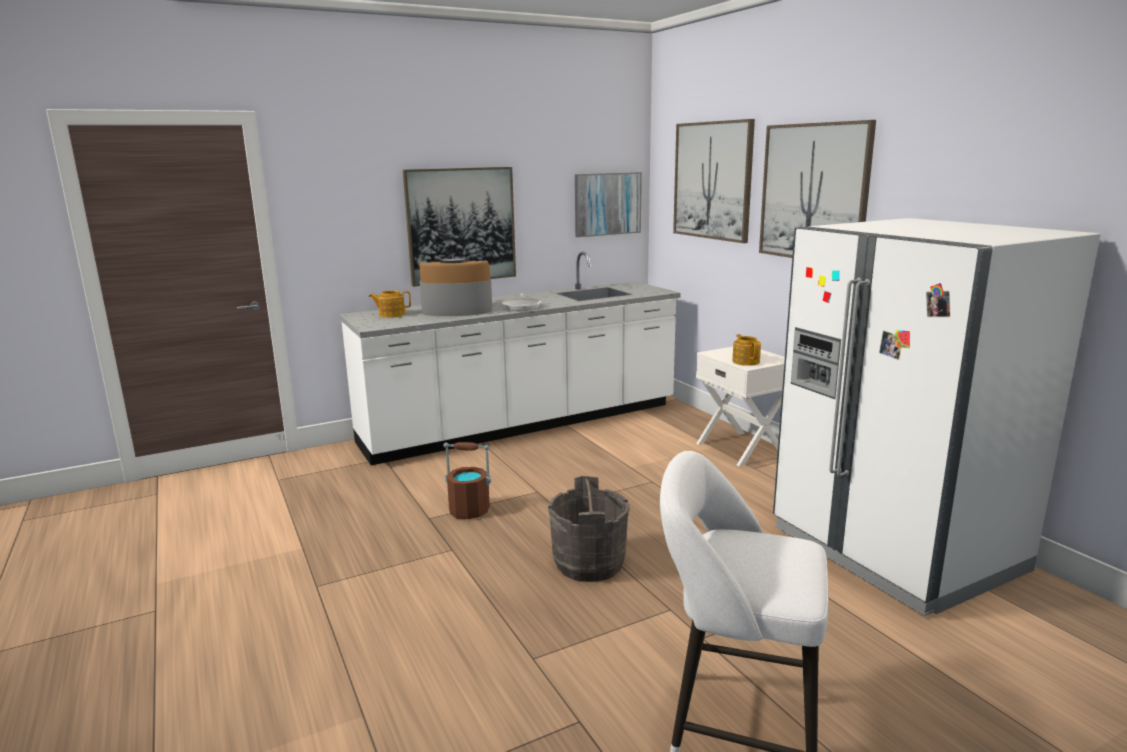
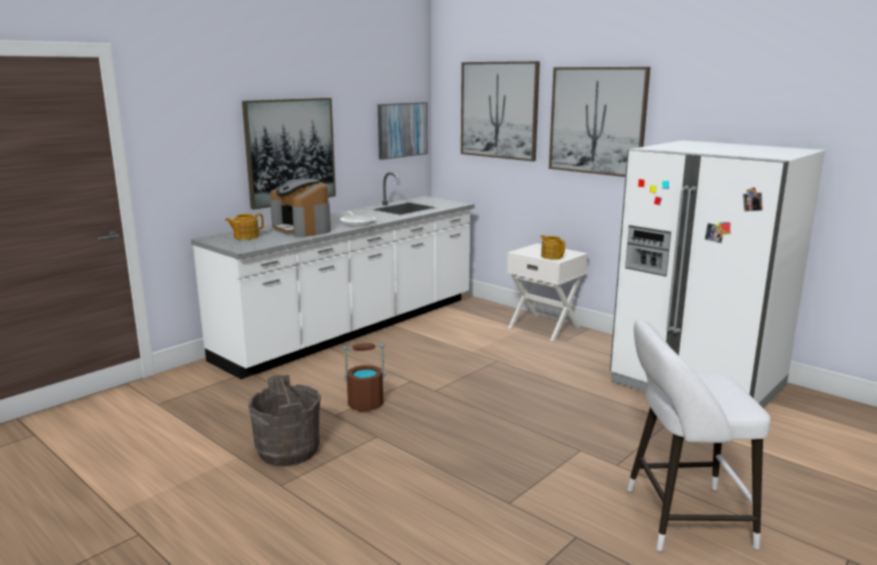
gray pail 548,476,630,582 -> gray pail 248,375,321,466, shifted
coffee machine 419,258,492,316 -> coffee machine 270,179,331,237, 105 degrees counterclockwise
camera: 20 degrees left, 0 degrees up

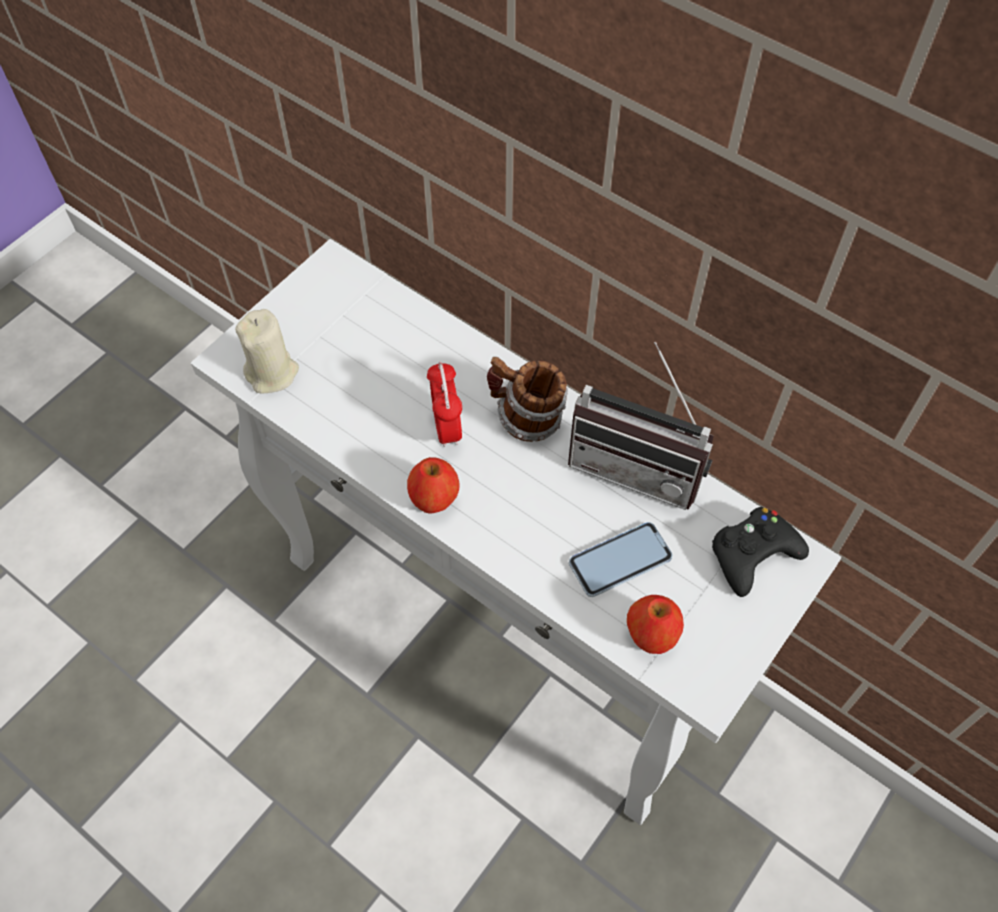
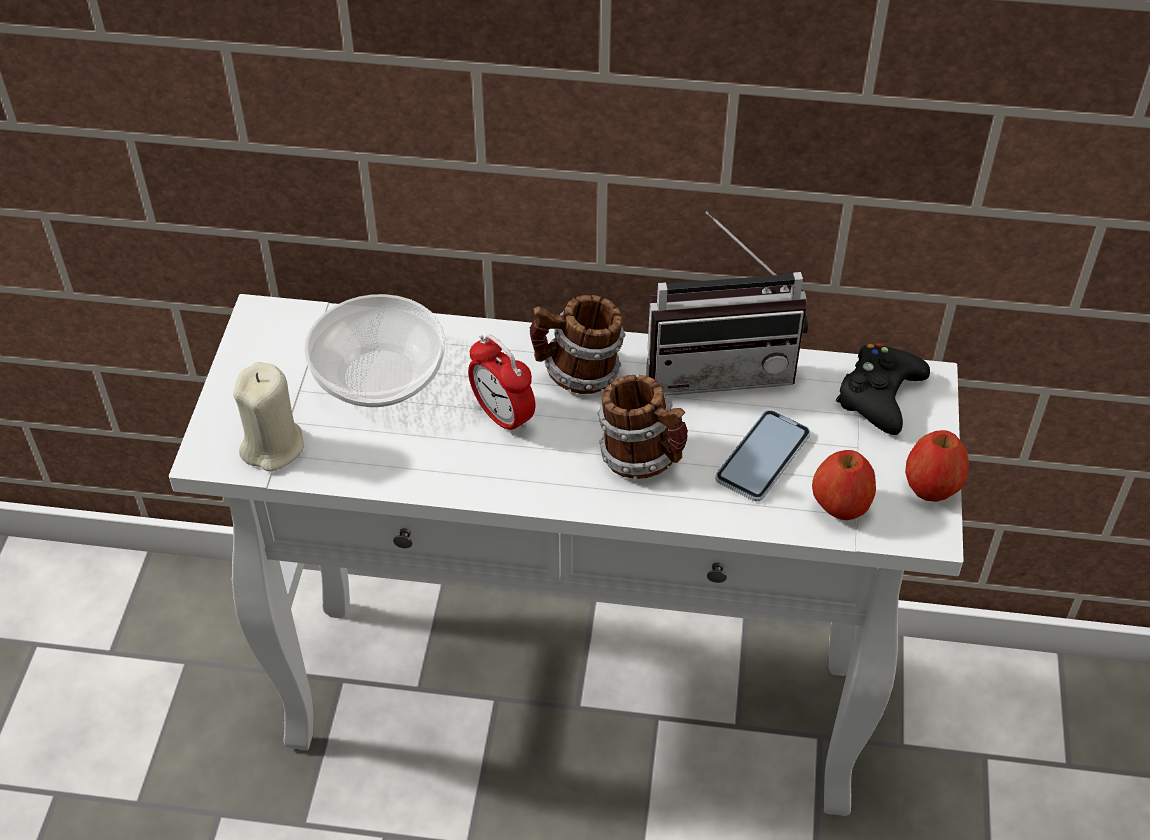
none -> bowl 304,294,445,407
none -> tea mug 597,375,688,479
apple fruit 407,457,459,514 -> apple fruit 905,430,969,502, shifted
camera: 30 degrees left, 10 degrees down

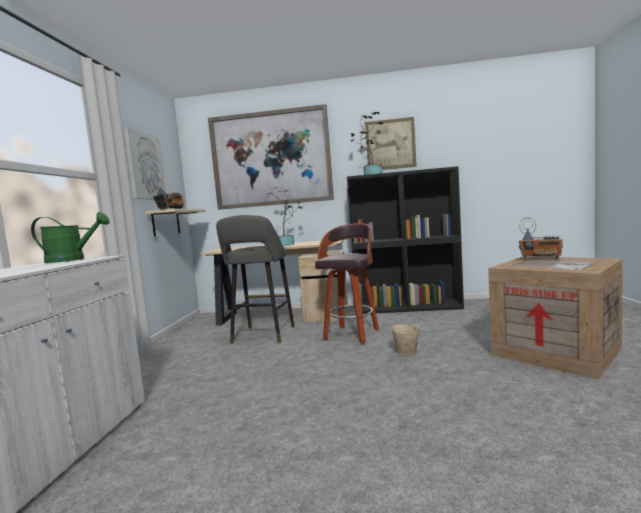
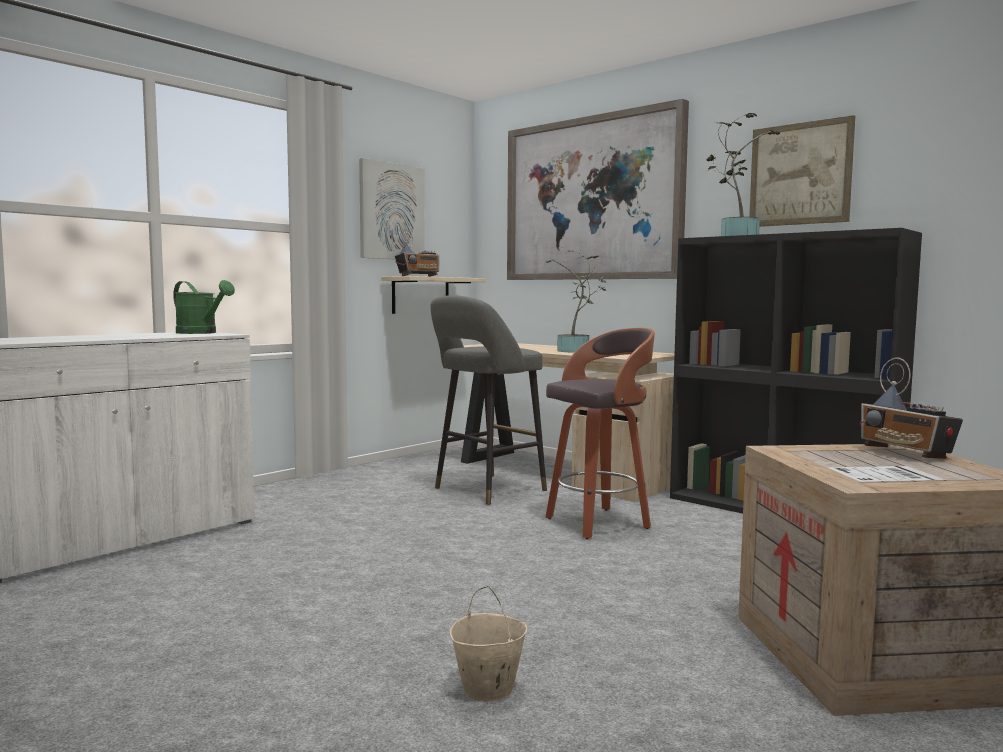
beige-coloured pail 391,312,419,355 -> beige-coloured pail 450,586,527,702, shifted
camera: 35 degrees right, 0 degrees up

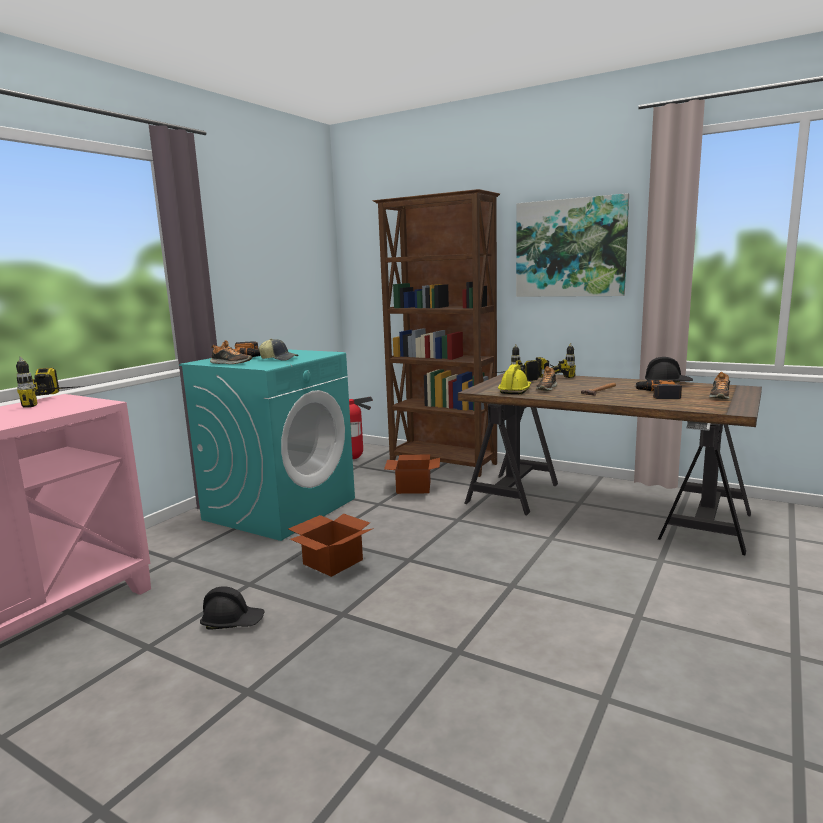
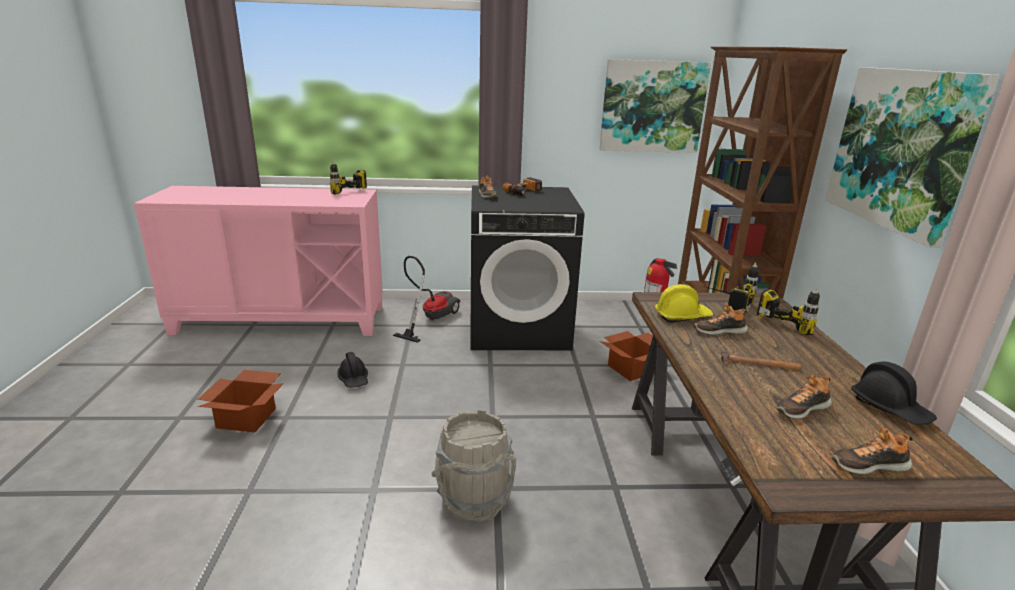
cardboard box 288,514,374,577 -> cardboard box 198,370,284,433, shifted
none -> hoover 393,256,460,343
none -> gray pail 431,409,516,522
blue-green washing machine 179,349,355,541 -> black washing machine 470,186,585,350
none -> wall picture 599,59,711,153
power drill 634,380,682,399 -> shoe 776,375,832,419
peaked cap 259,339,299,361 -> none
camera: 55 degrees right, 10 degrees up

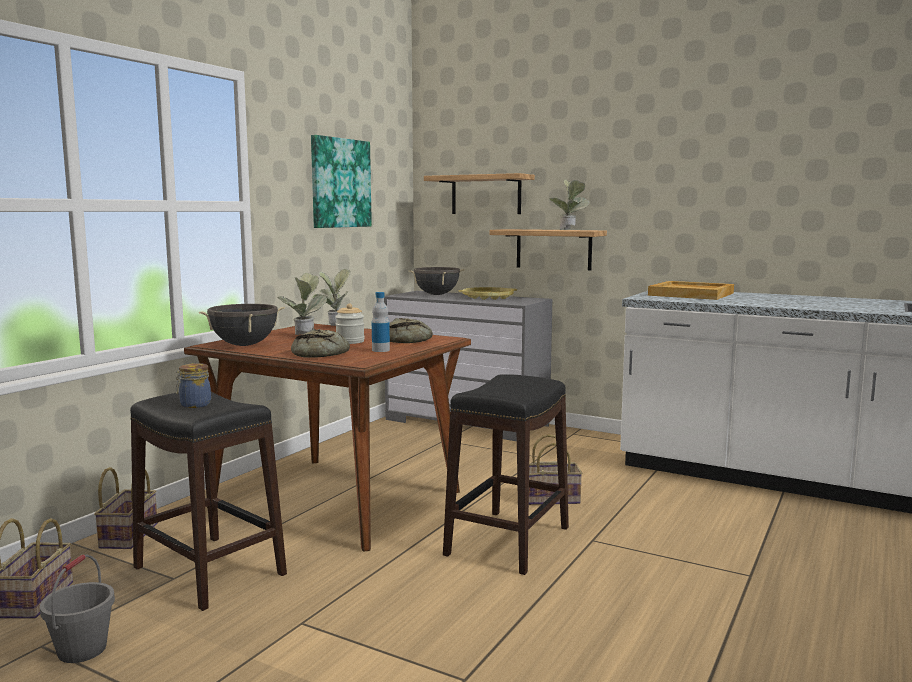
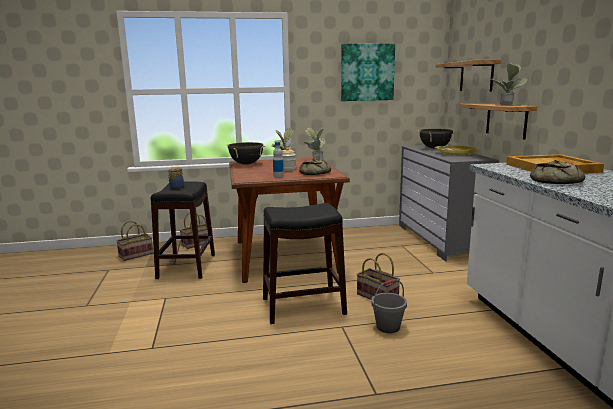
gray pail 40,555,115,663 -> gray pail 371,279,407,333, shifted
bread 291,329,350,358 -> bread 530,160,585,184, shifted
camera: 50 degrees right, 5 degrees up

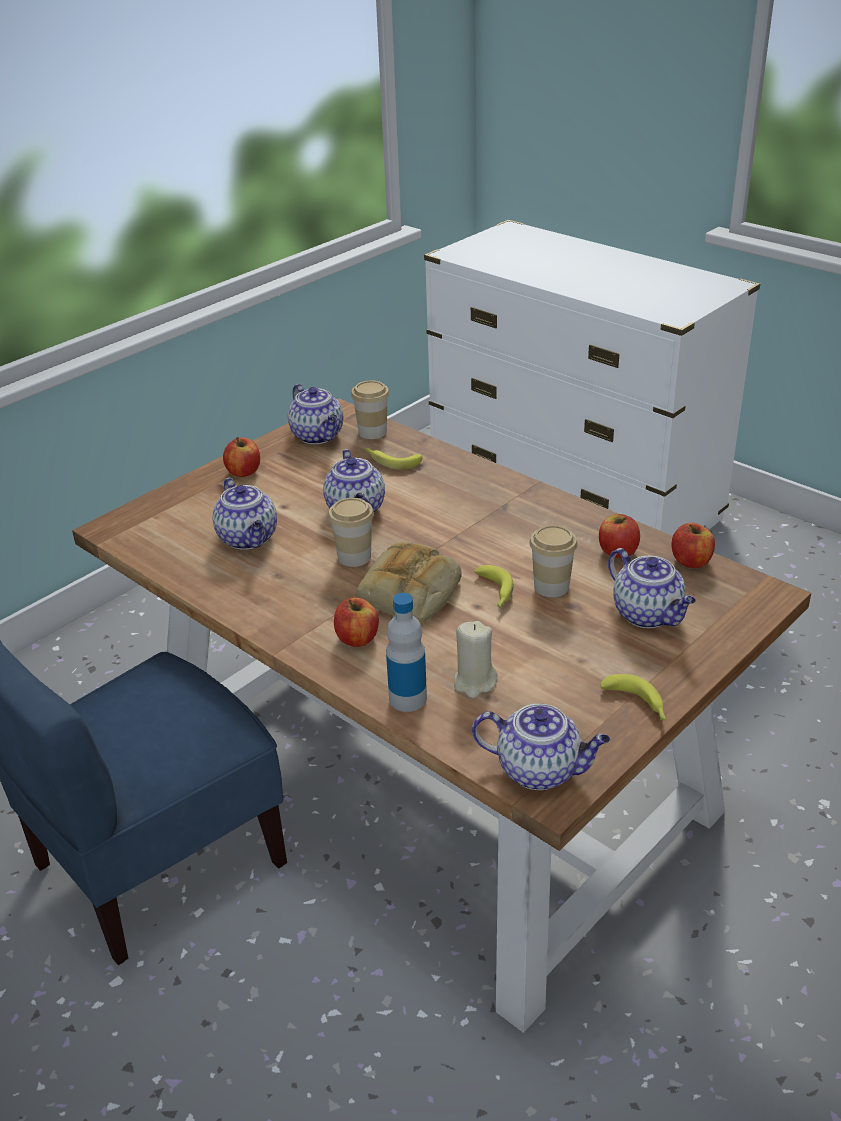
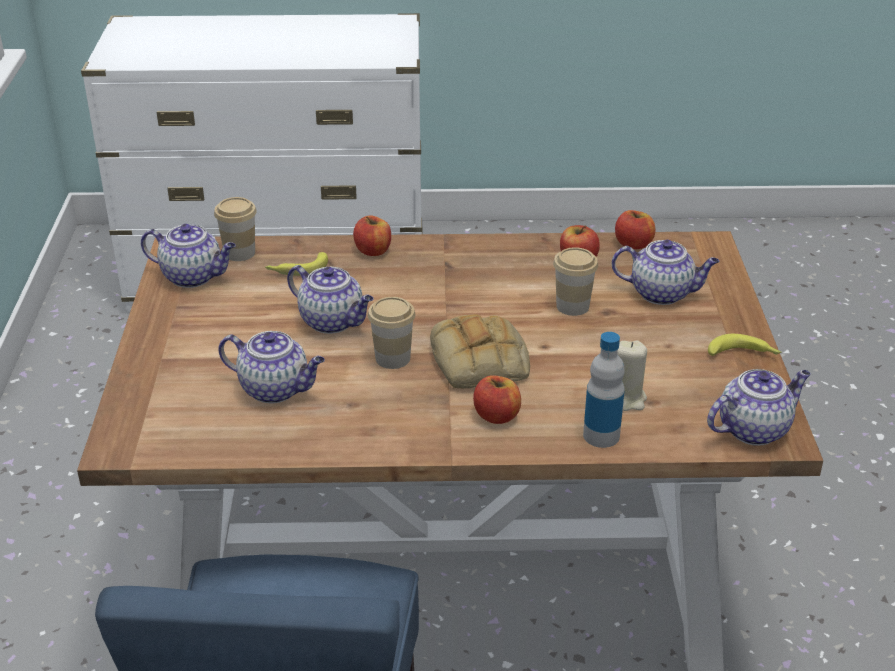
apple fruit 223,437,260,477 -> apple fruit 353,216,391,256, shifted
whole banana 474,565,513,608 -> none
camera: 45 degrees left, 0 degrees up

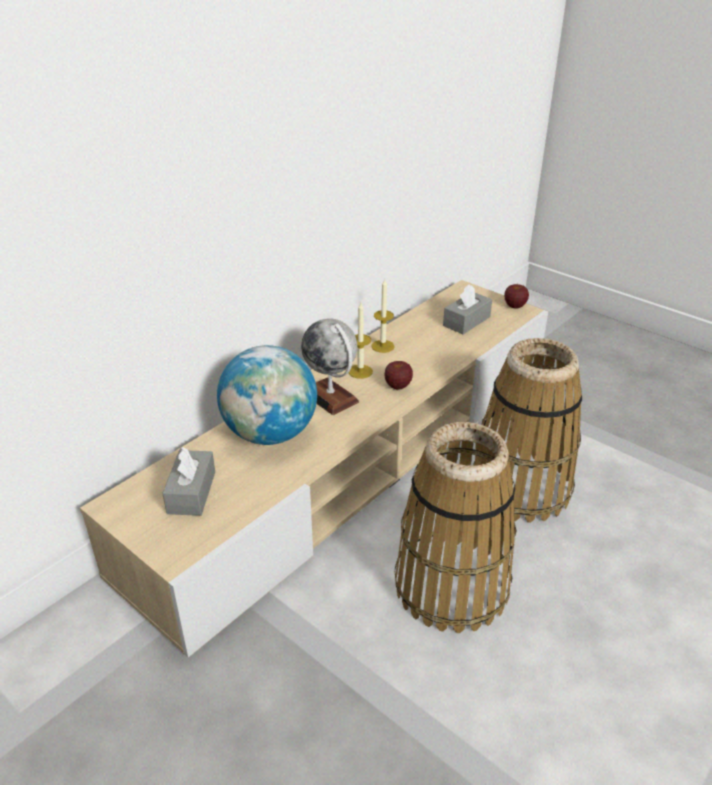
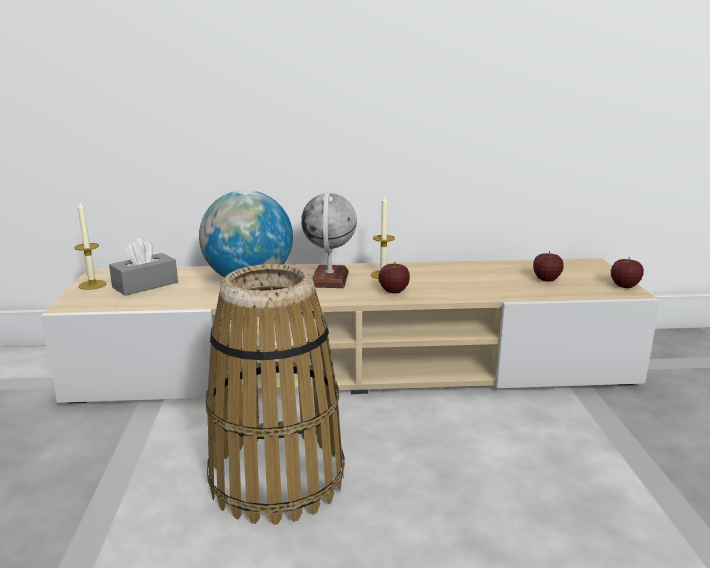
wax light 371,279,395,353 -> wax light 75,202,107,290, shifted
gray tissue box 443,284,492,334 -> apple fruit 533,251,564,282
household basket 473,338,582,523 -> none
camera: 45 degrees right, 15 degrees down

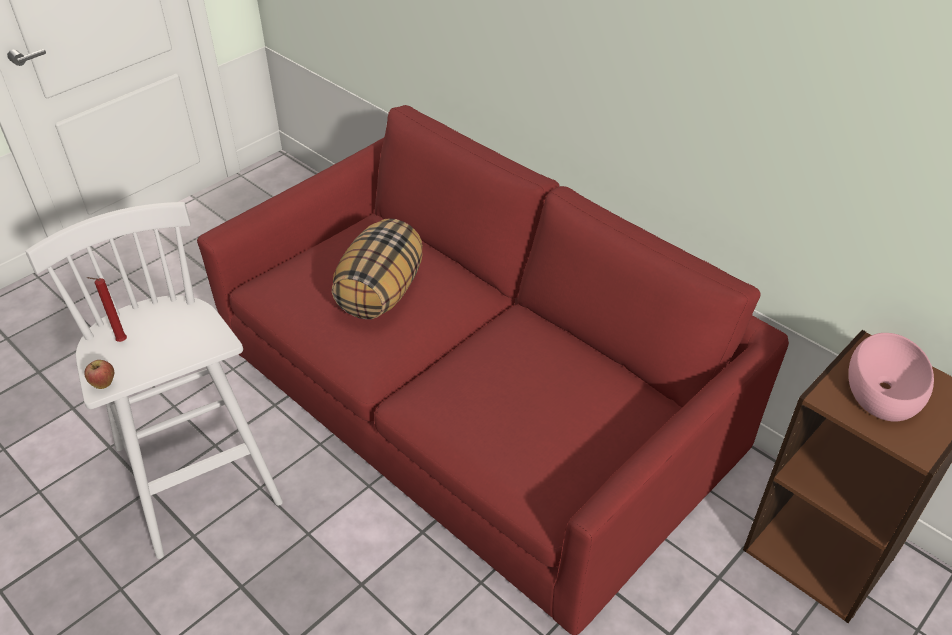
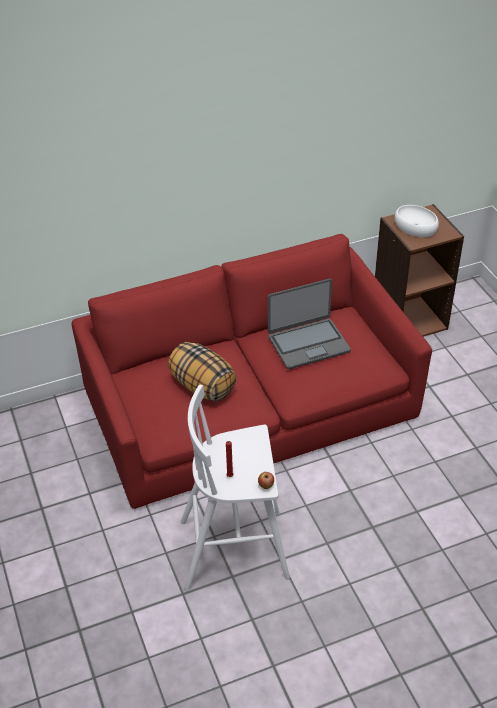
none -> portable computer 268,279,351,369
pink bowl 848,333,934,421 -> white-coloured bowl 395,205,439,237
camera: 65 degrees left, 0 degrees up

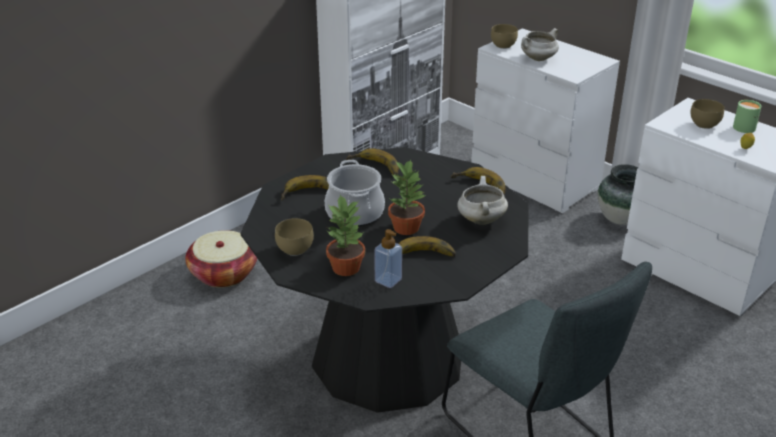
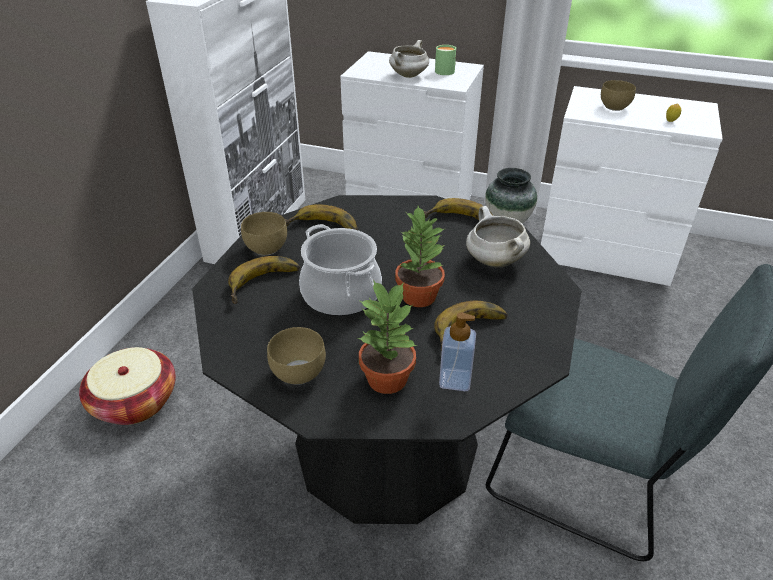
brownish bowl 491,24,518,49 -> brownish bowl 241,212,287,255, shifted
green tea mug 733,100,762,133 -> green tea mug 435,45,456,75, shifted
camera: 25 degrees left, 5 degrees up

